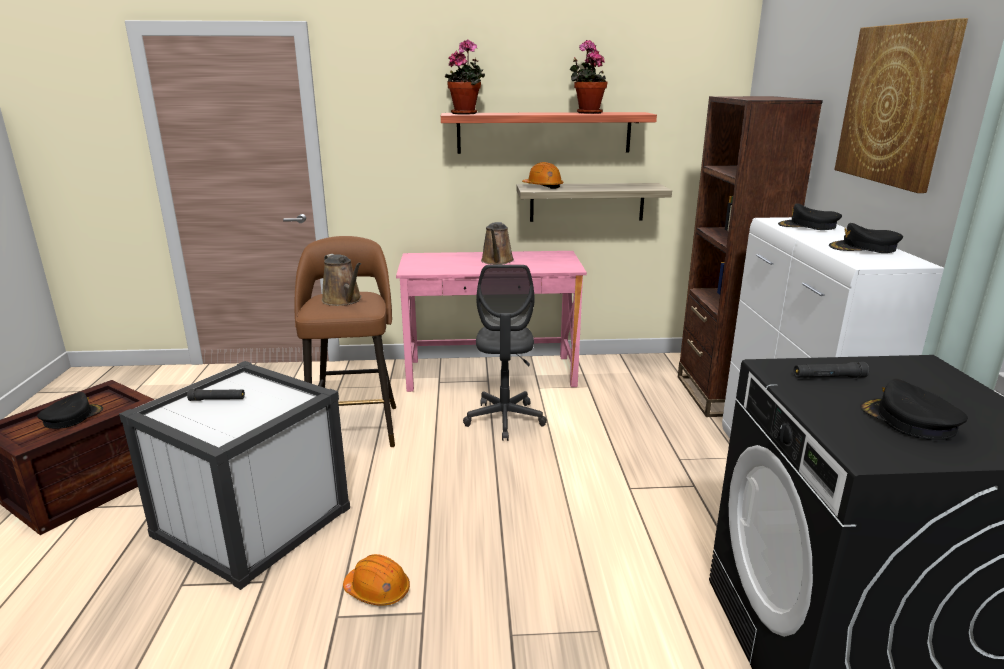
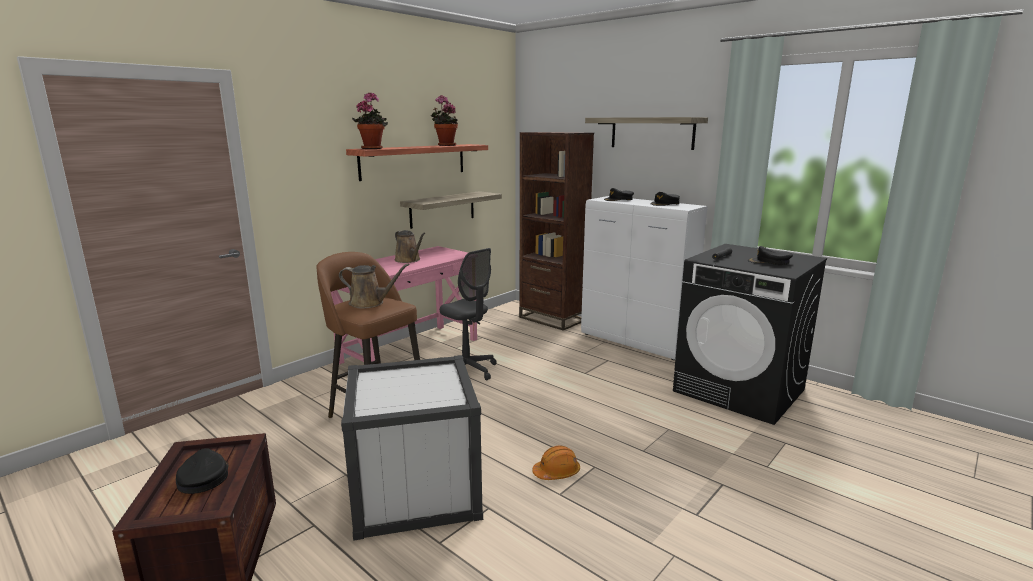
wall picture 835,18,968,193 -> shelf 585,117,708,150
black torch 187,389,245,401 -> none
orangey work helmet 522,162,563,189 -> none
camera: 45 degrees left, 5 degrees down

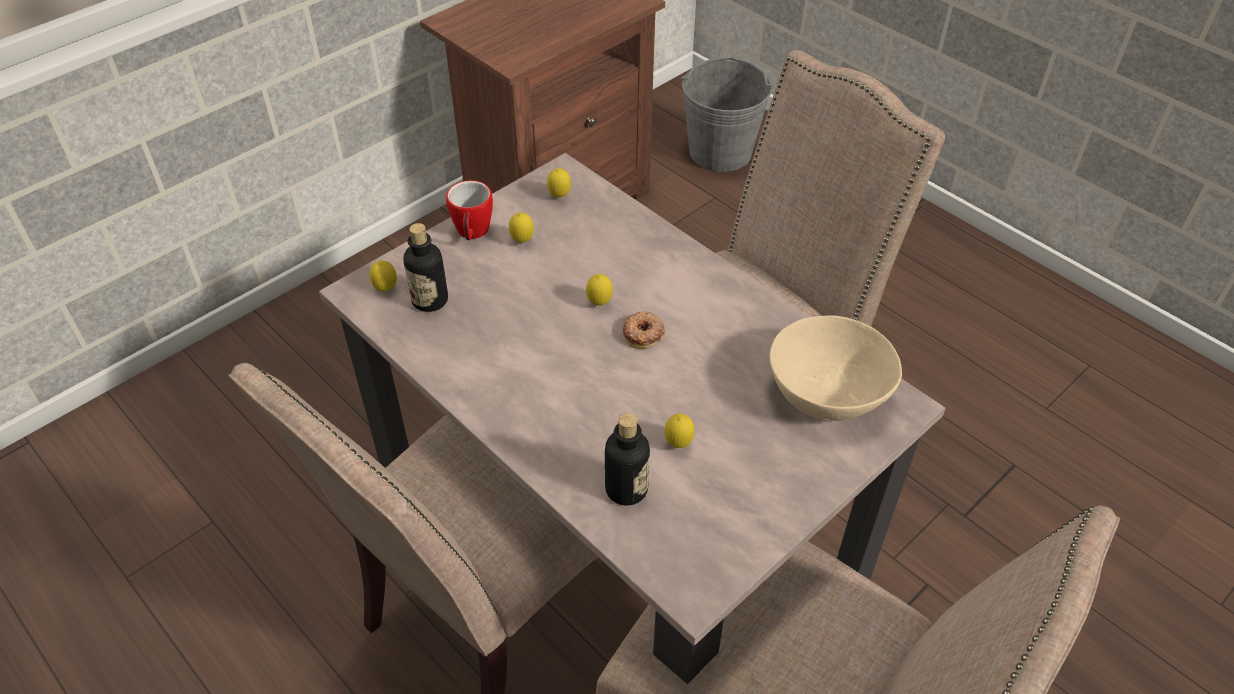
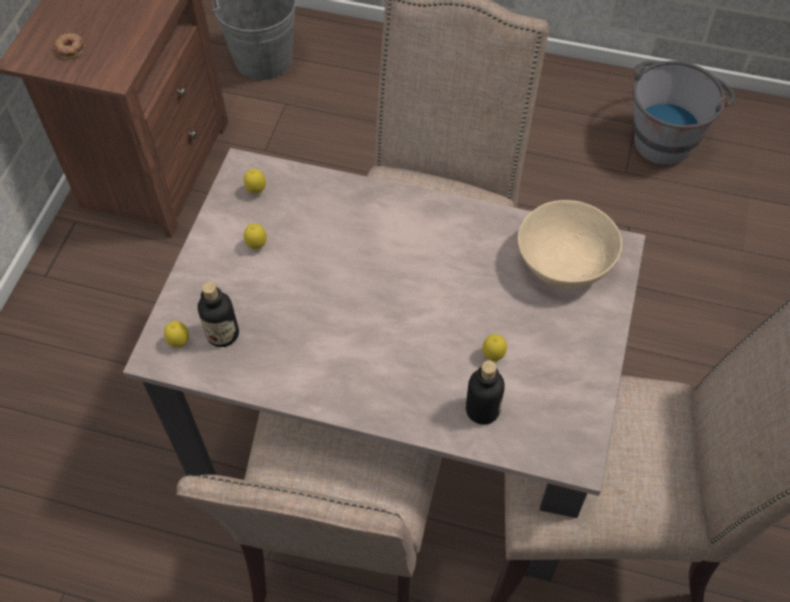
doughnut 623,311,665,349 -> doughnut 54,33,85,60, shifted
none -> gray pail 632,61,735,165
tea mug 446,180,493,241 -> none
lemon 586,274,613,305 -> none
camera: 30 degrees left, 10 degrees up

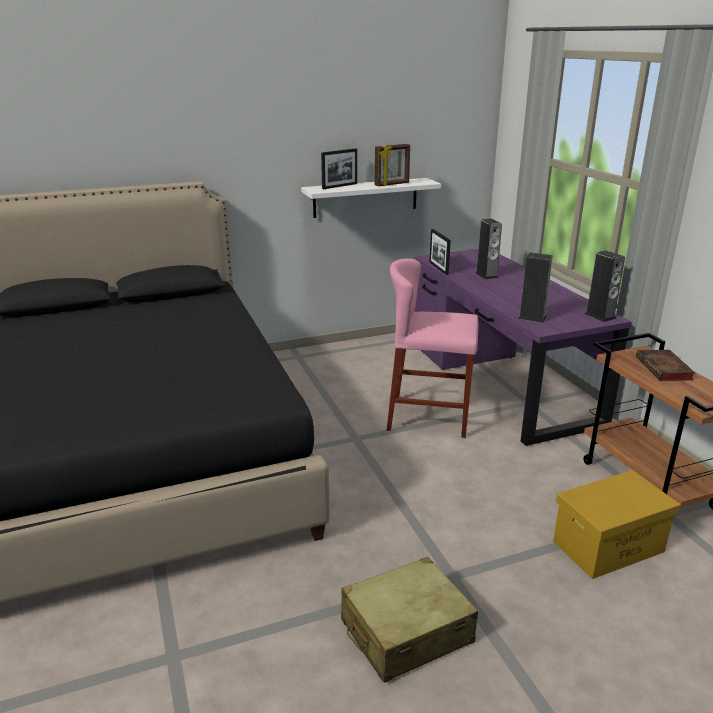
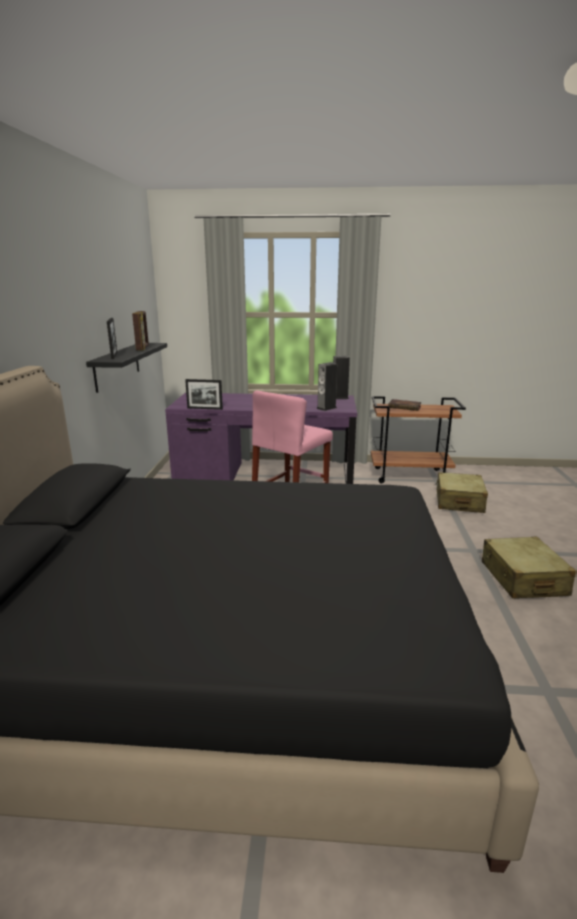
white-coloured shelf 301,178,441,218 -> black shelf 86,343,167,393
yellowish storage bin 553,470,681,579 -> beige-coloured travel case 436,472,488,513
speaker 475,218,502,279 -> none
camera: 65 degrees left, 5 degrees down

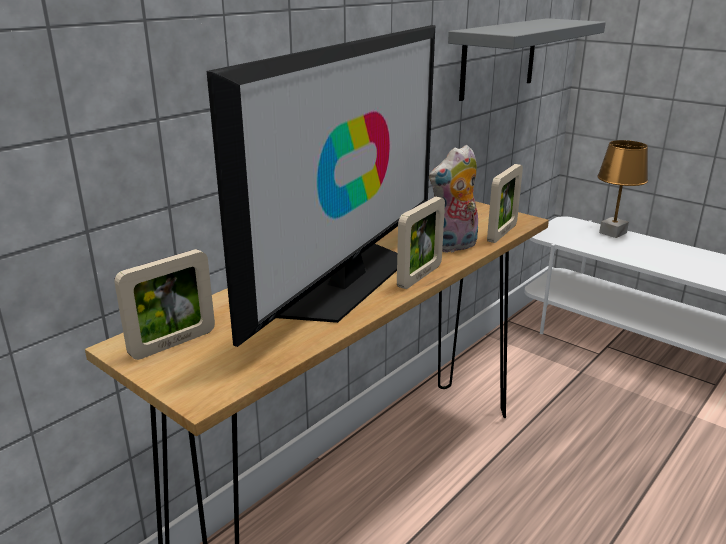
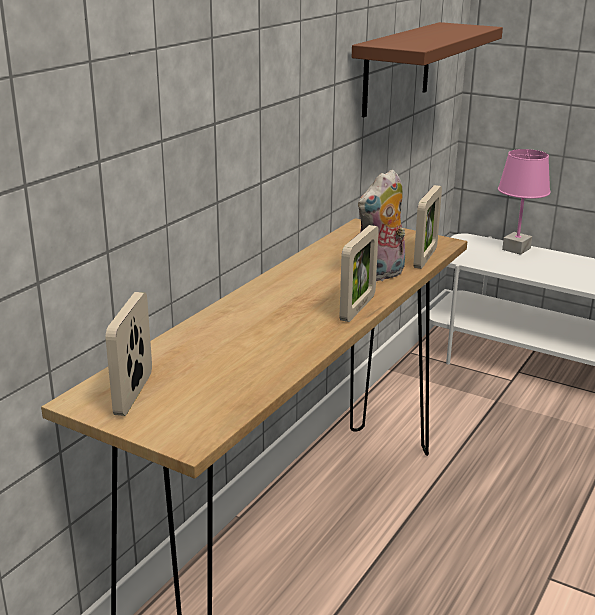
photo frame 114,249,215,360 -> photo frame 106,292,152,416, 150 degrees clockwise
gray shelf 448,18,606,101 -> brownish shelf 352,22,503,117
brownish table lamp 597,140,648,238 -> pink table lamp 498,149,551,255
TV set 207,25,435,347 -> none
camera: 10 degrees left, 0 degrees up

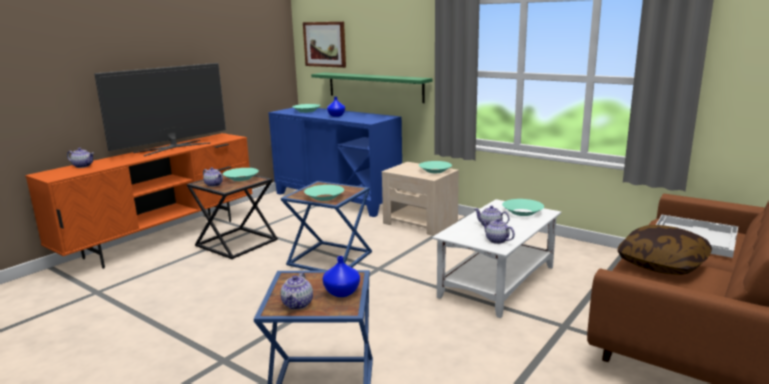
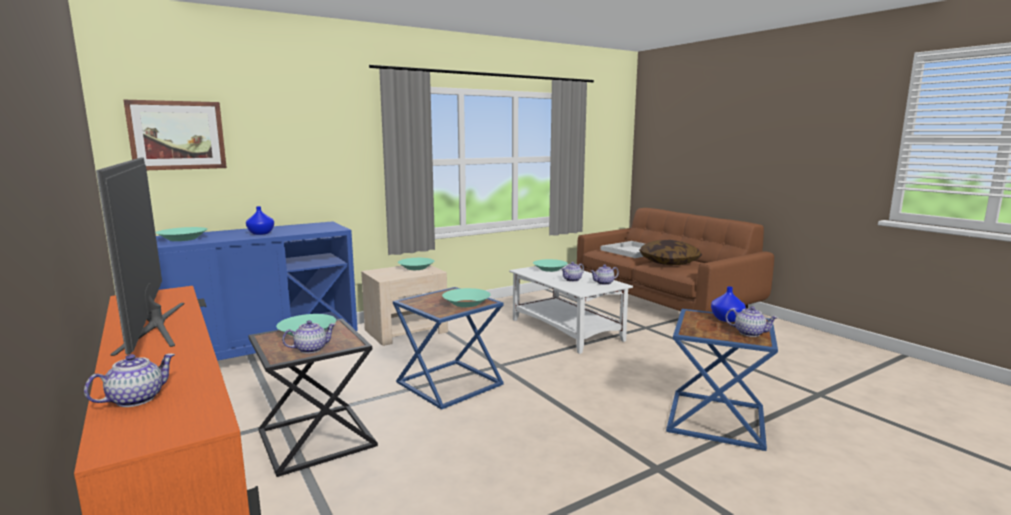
green shelf 311,72,433,103 -> none
camera: 70 degrees left, 5 degrees down

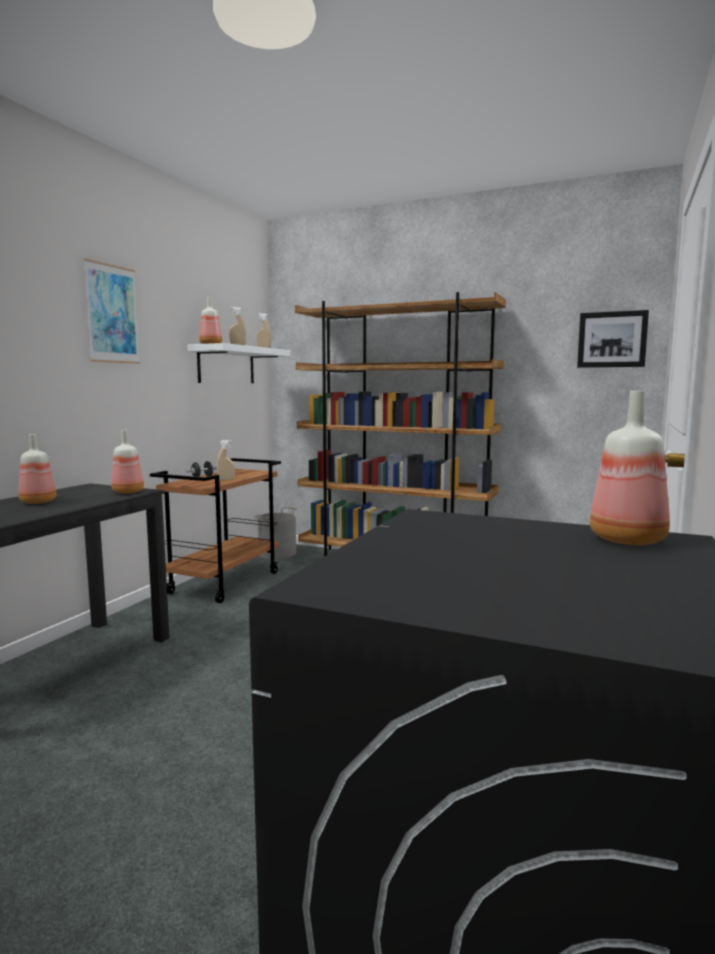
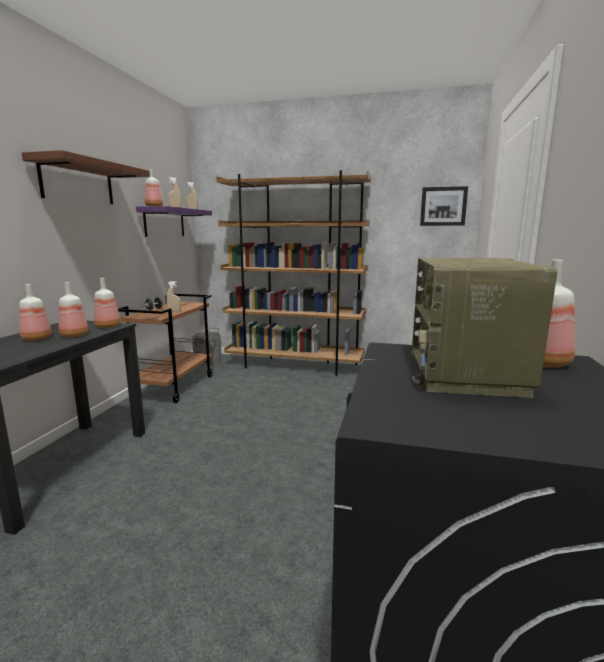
wall picture 83,258,140,364 -> brownish shelf 22,150,150,204
none -> beverage bottle 59,282,88,337
white-coloured shelf 187,343,291,383 -> purplish shelf 136,206,212,237
none -> radio receiver 411,258,557,398
camera: 10 degrees left, 5 degrees up

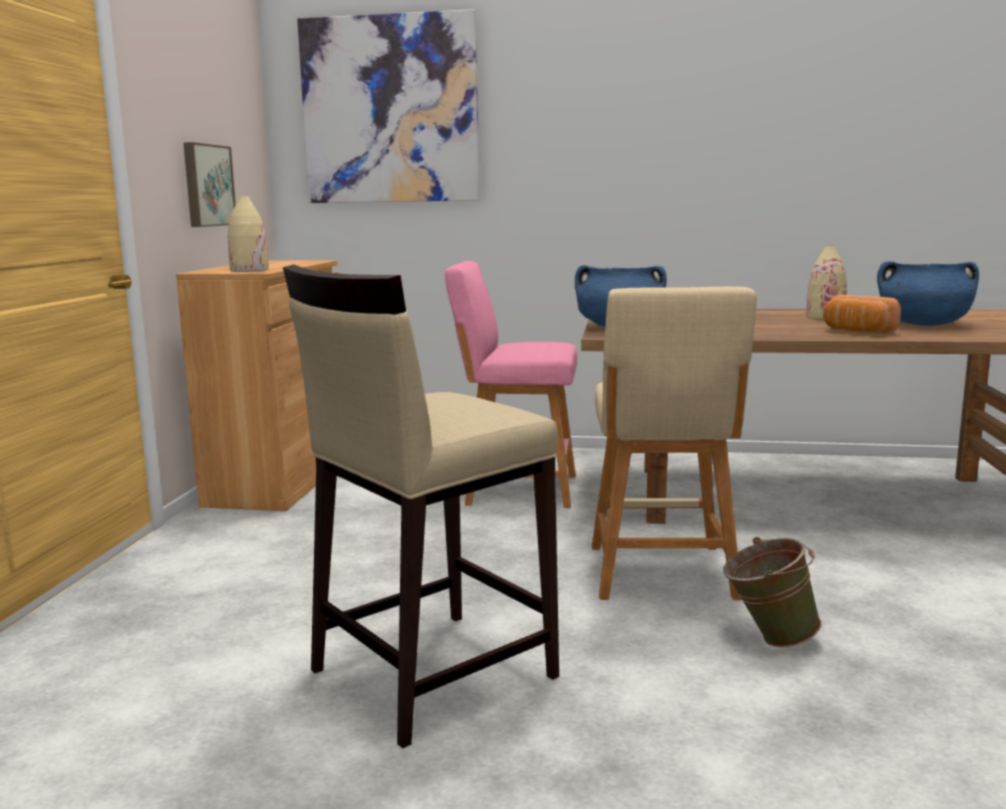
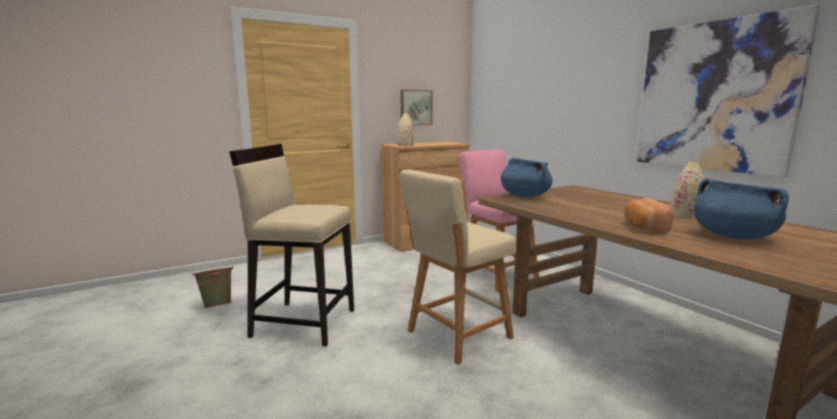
green pail 723,537,822,647 -> green pail 192,265,234,308, shifted
wall picture 297,9,480,203 -> wall picture 636,4,821,177, shifted
camera: 50 degrees right, 0 degrees up

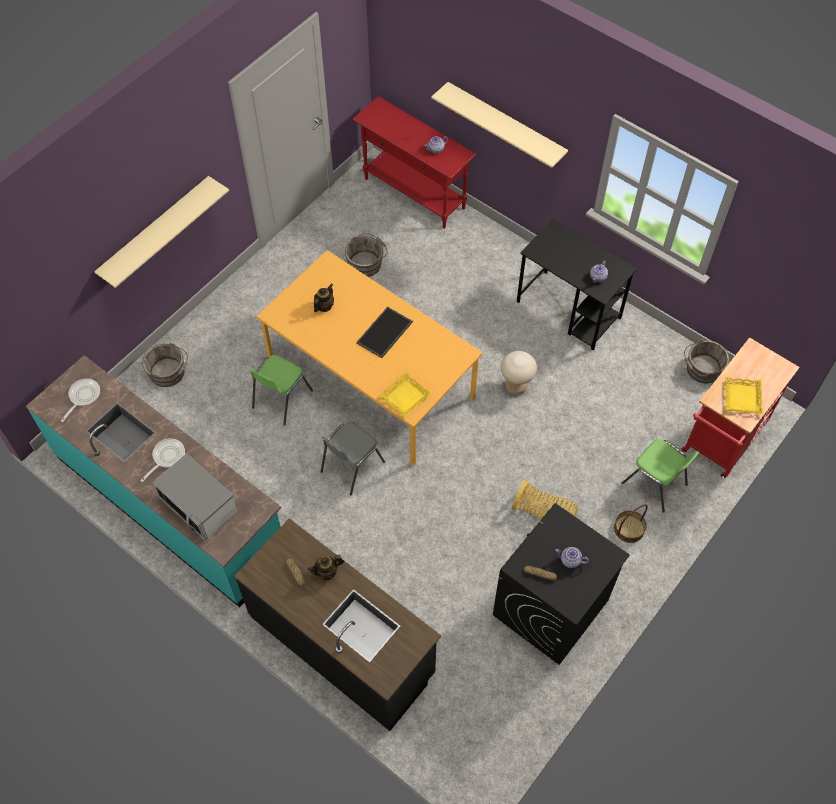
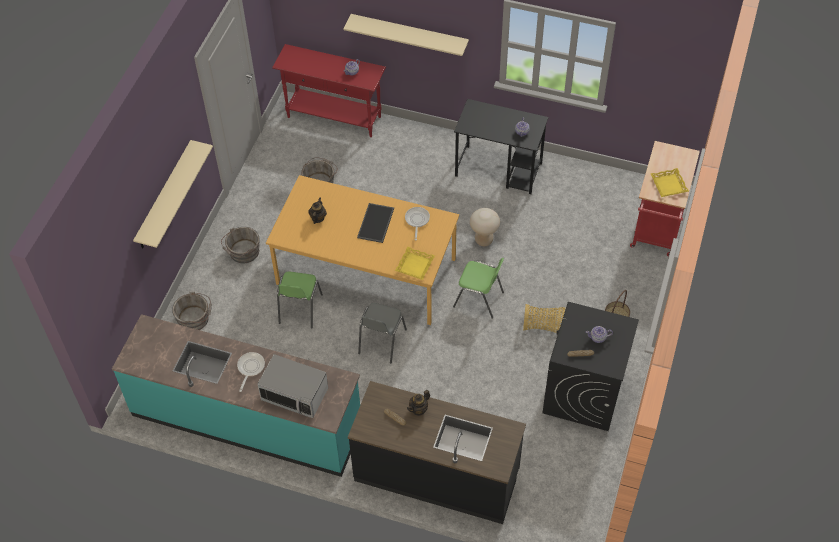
gray pail 684,339,729,384 -> gray pail 221,227,260,263, shifted
pan 61,378,100,422 -> pan 405,207,430,240, shifted
green chair 622,439,699,513 -> green chair 453,258,504,319, shifted
camera: 20 degrees left, 5 degrees down

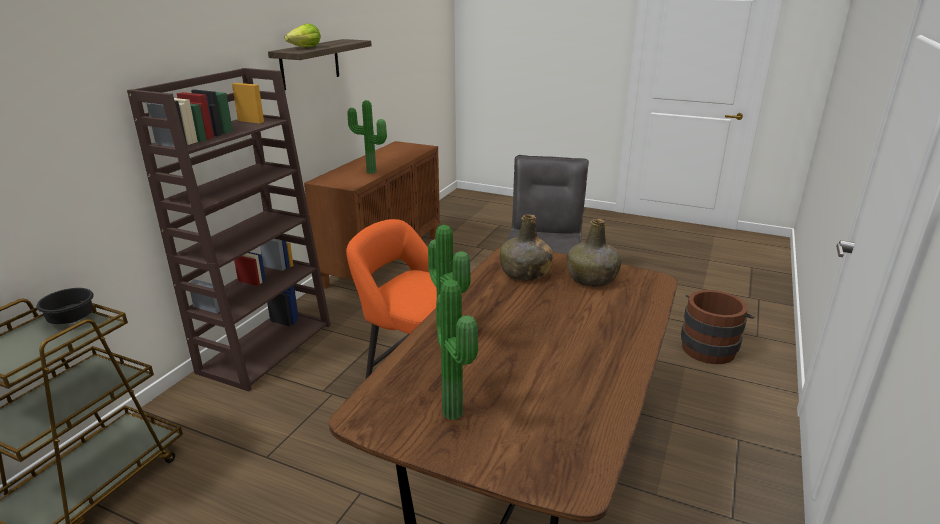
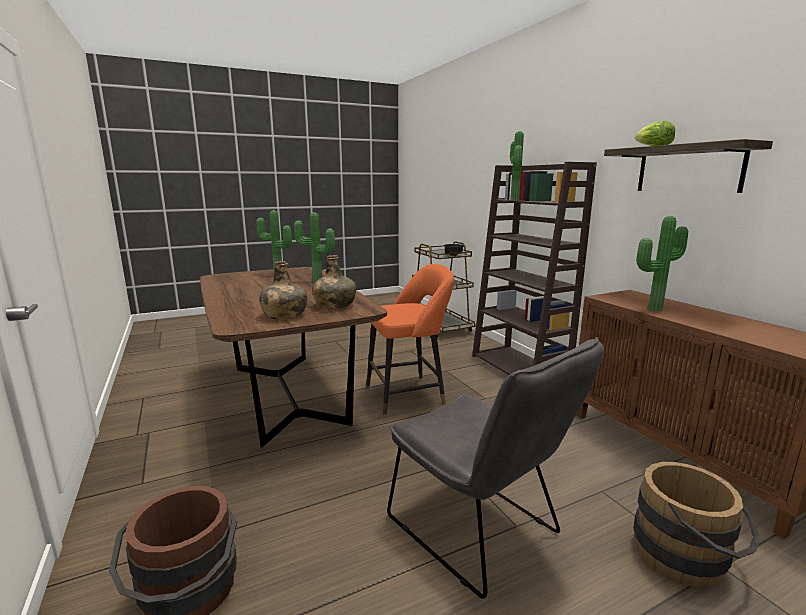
none -> plant in a pot 510,131,524,200
none -> brownish pail 633,462,760,588
camera: 130 degrees right, 10 degrees down

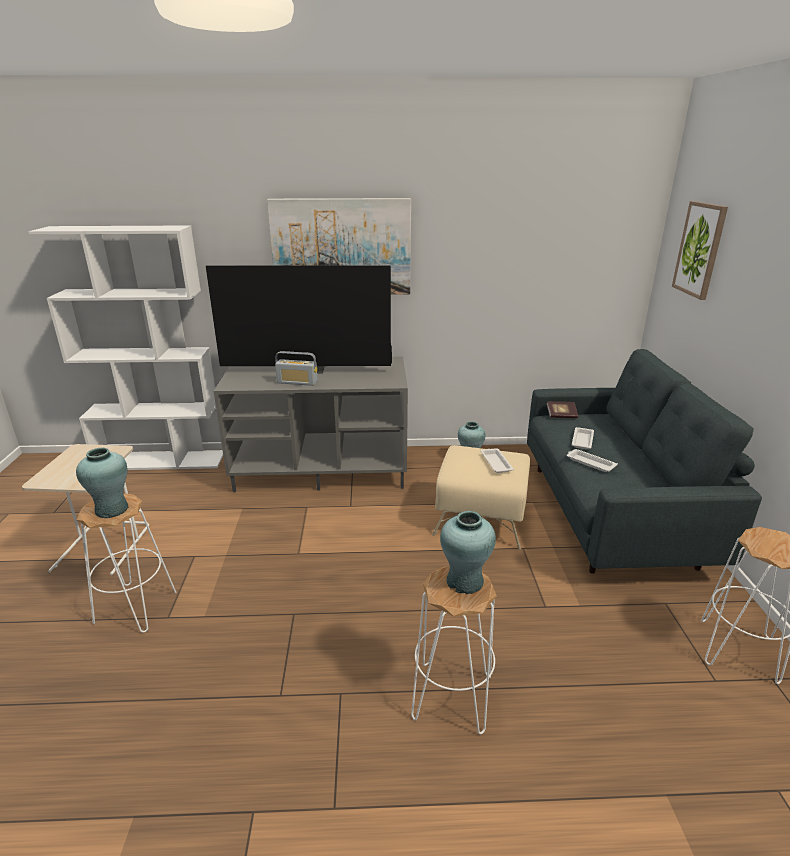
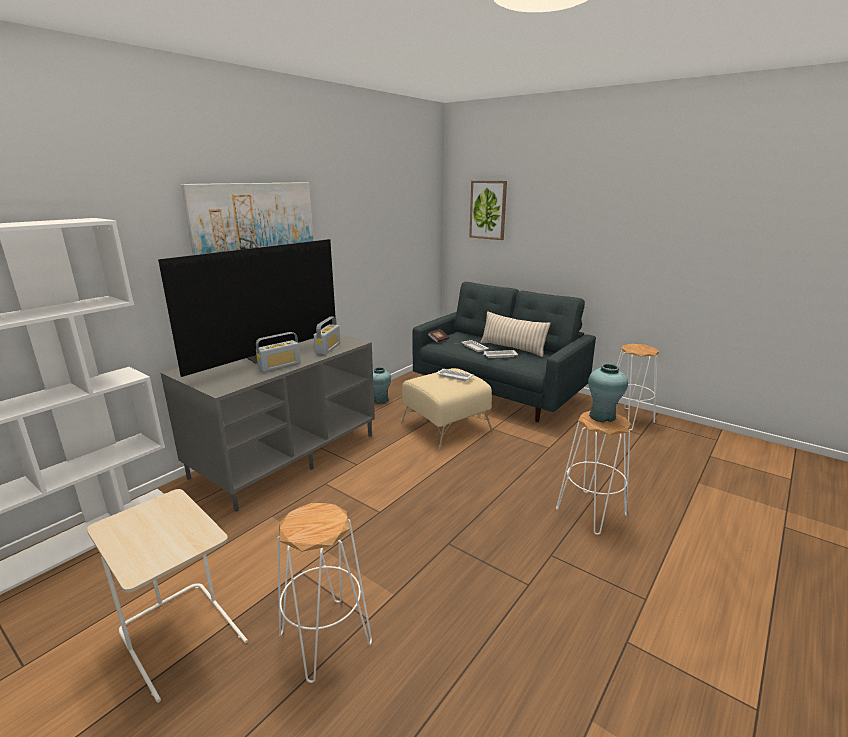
none -> radio receiver 314,317,340,355
none -> beige-coloured cushion 480,311,551,357
blue-green flower vase 76,448,129,518 -> none
camera: 50 degrees left, 5 degrees down

